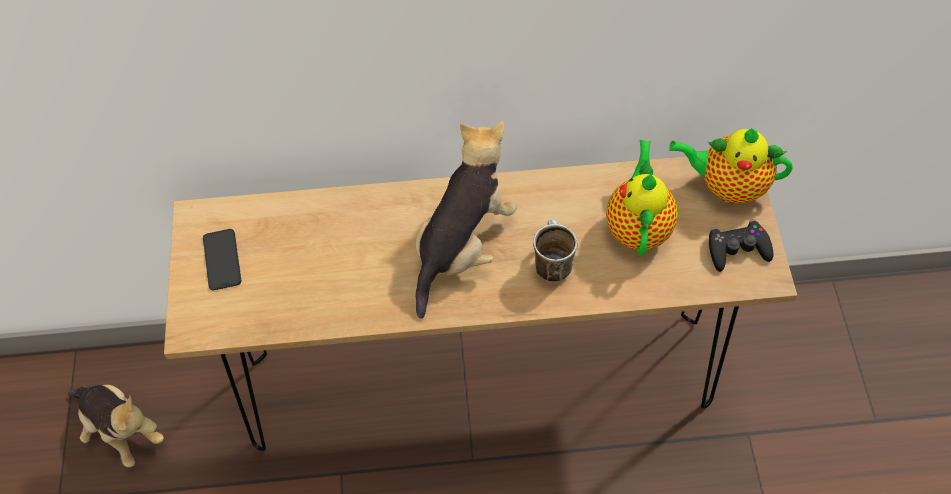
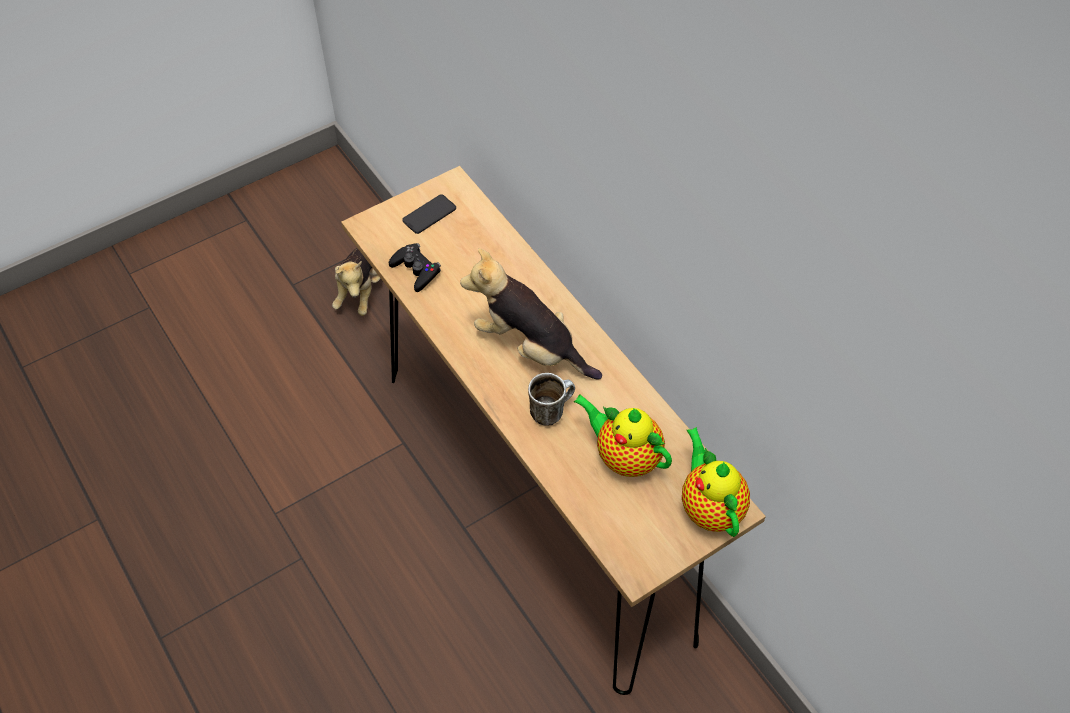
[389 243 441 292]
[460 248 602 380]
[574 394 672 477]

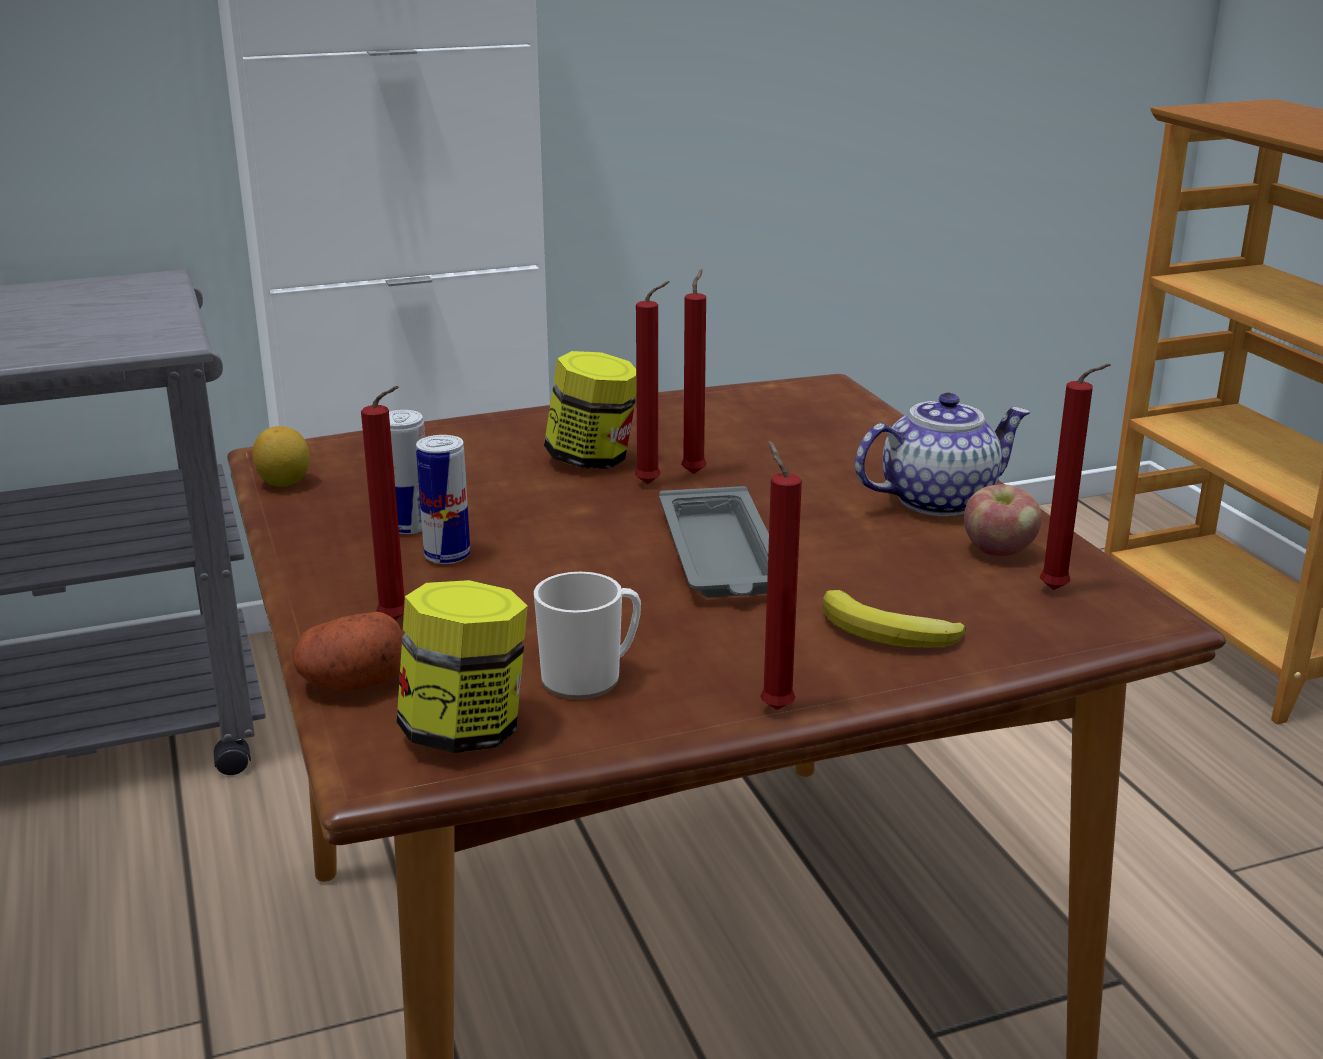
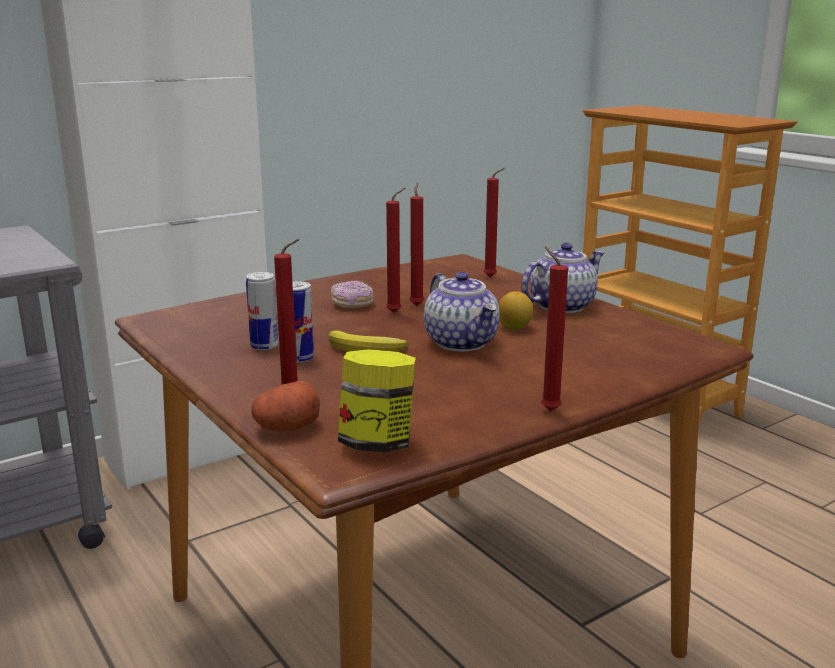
[534 572 641 699] (first image)
[964 484 1042 557] (first image)
[498 291 533 330]
[329 330 407 352]
[483 168 505 277]
[331 280 374 308]
[424 272 500 351]

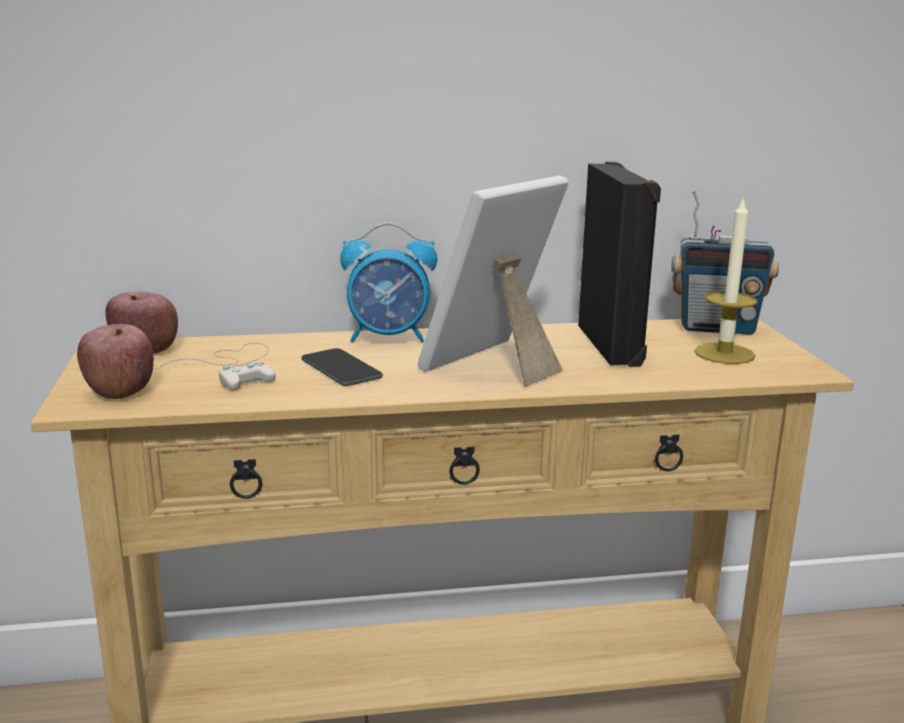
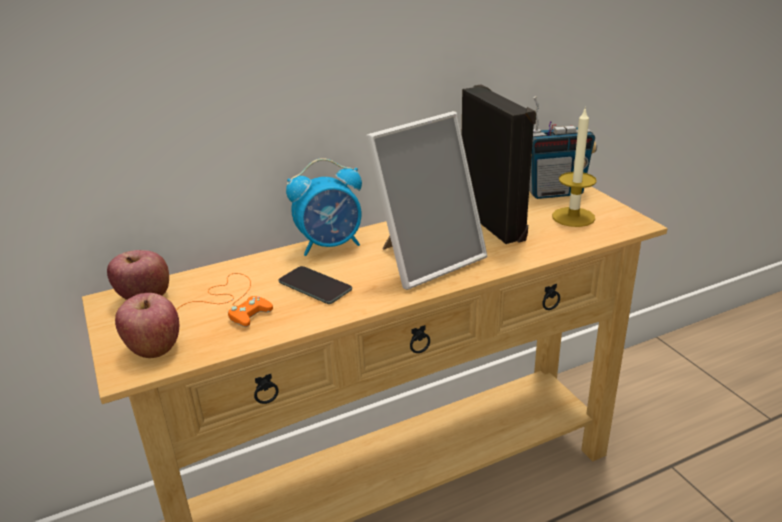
[176 273 273 327]
[366 111 487 290]

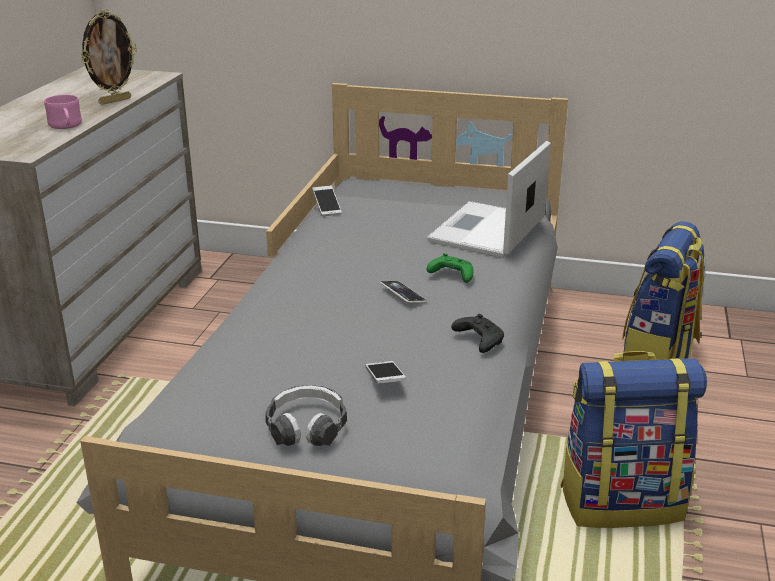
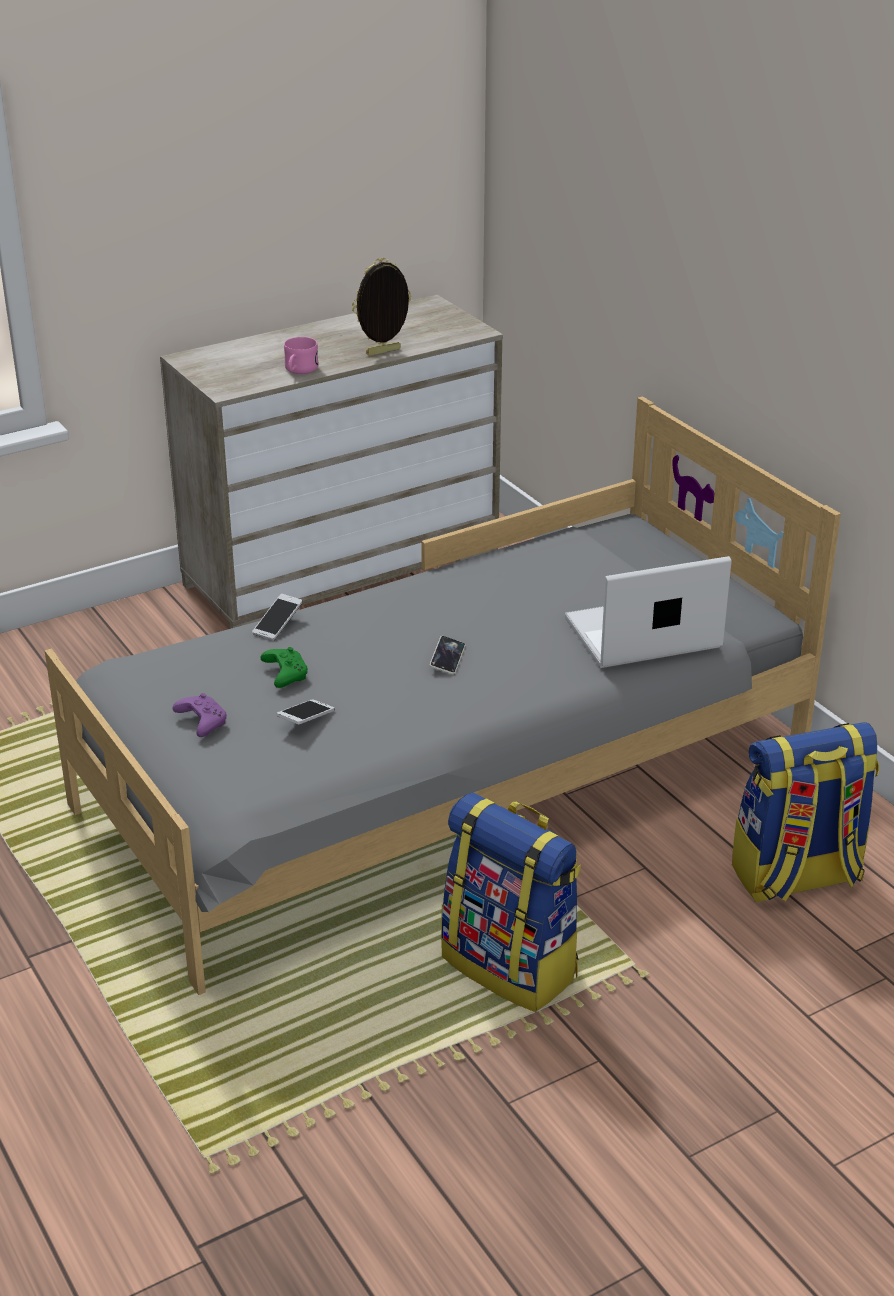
[451 314 504 353] (first image)
[252 594 303 641]
[261 647 308 688]
[173 693 227 737]
[352 258 411 356]

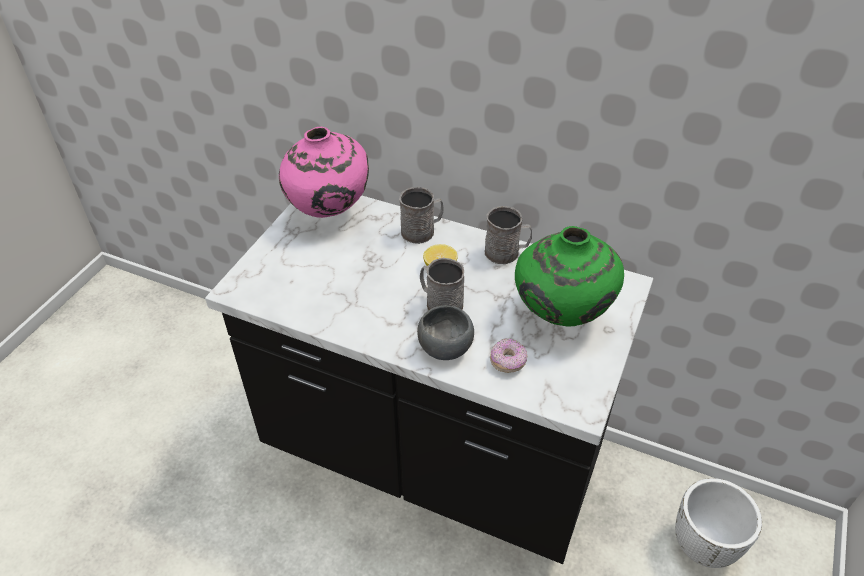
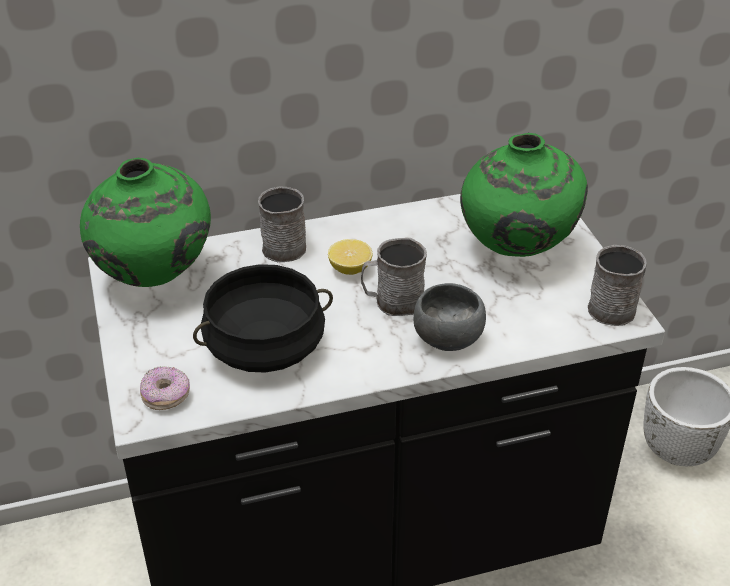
[193 264 333 373]
[588 245 647 326]
[140 366 190 410]
[80 158 211 287]

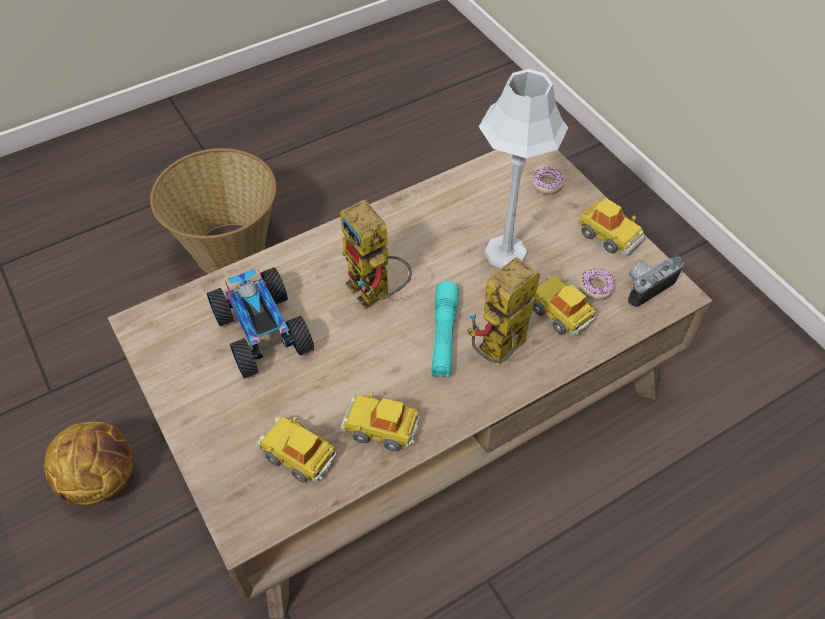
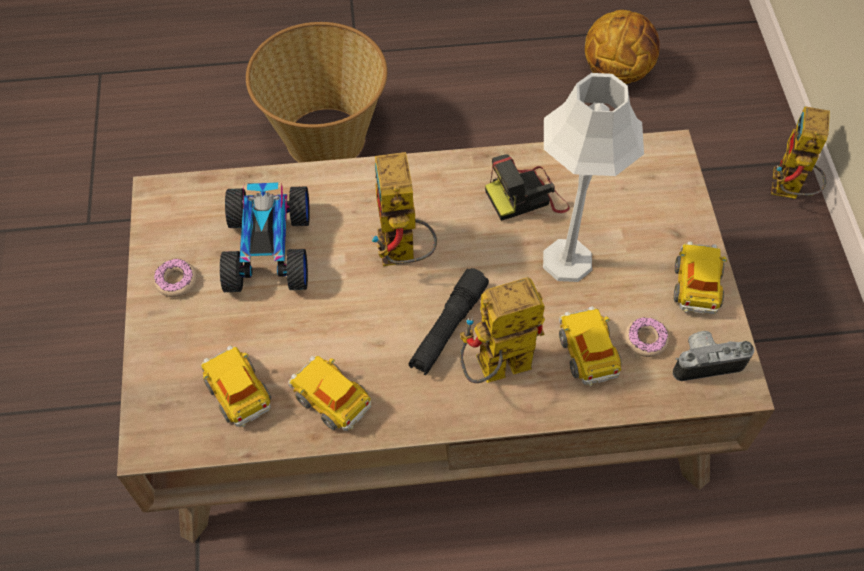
[485 154 570 221]
[771 106 830 199]
[585 10 660 84]
[154 259 197 297]
[408 268 489 375]
[674 241 727 314]

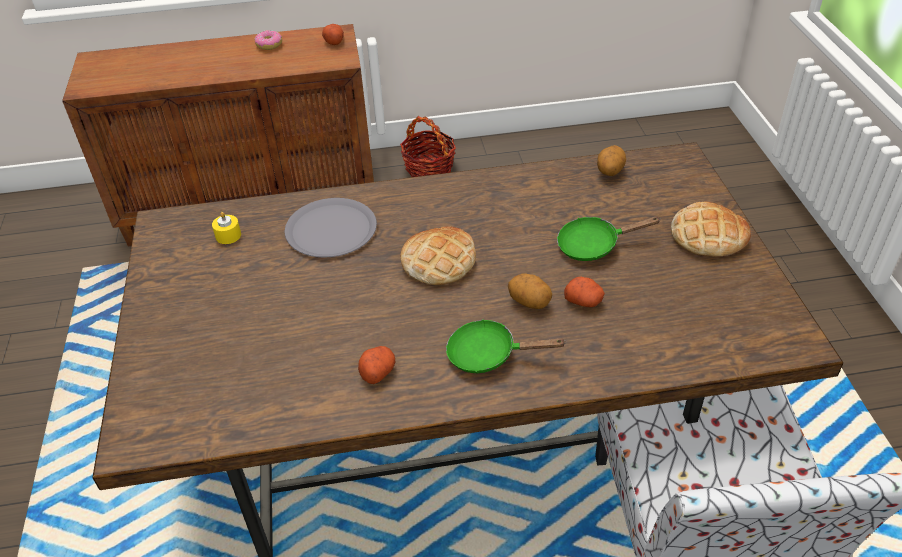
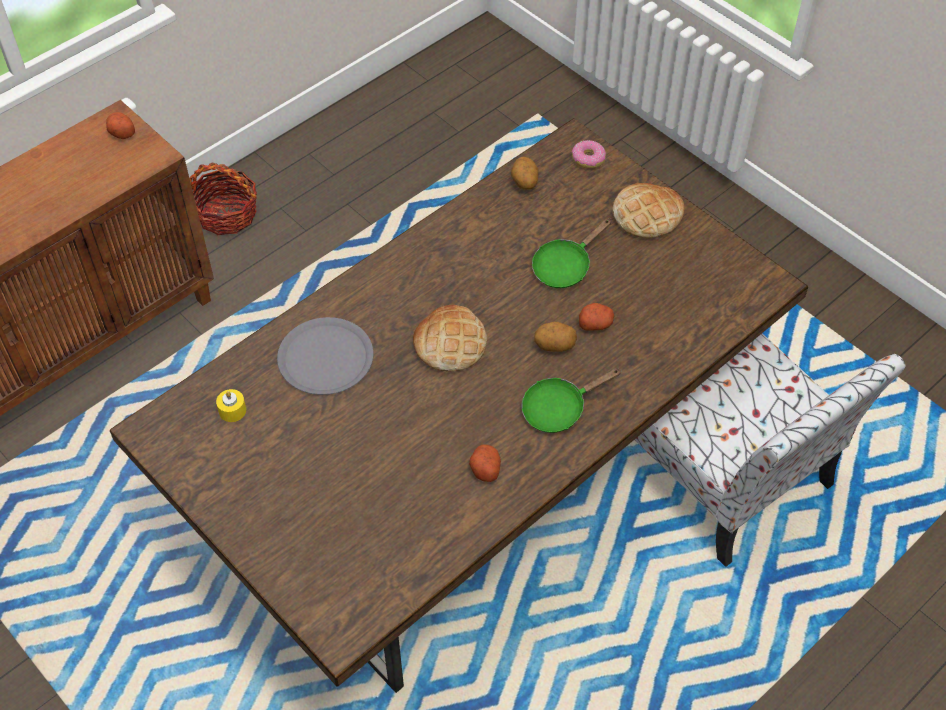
[572 140 606 169]

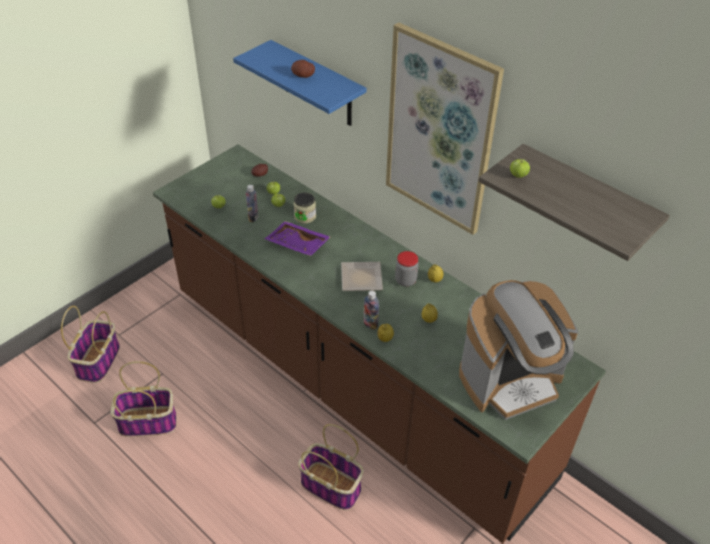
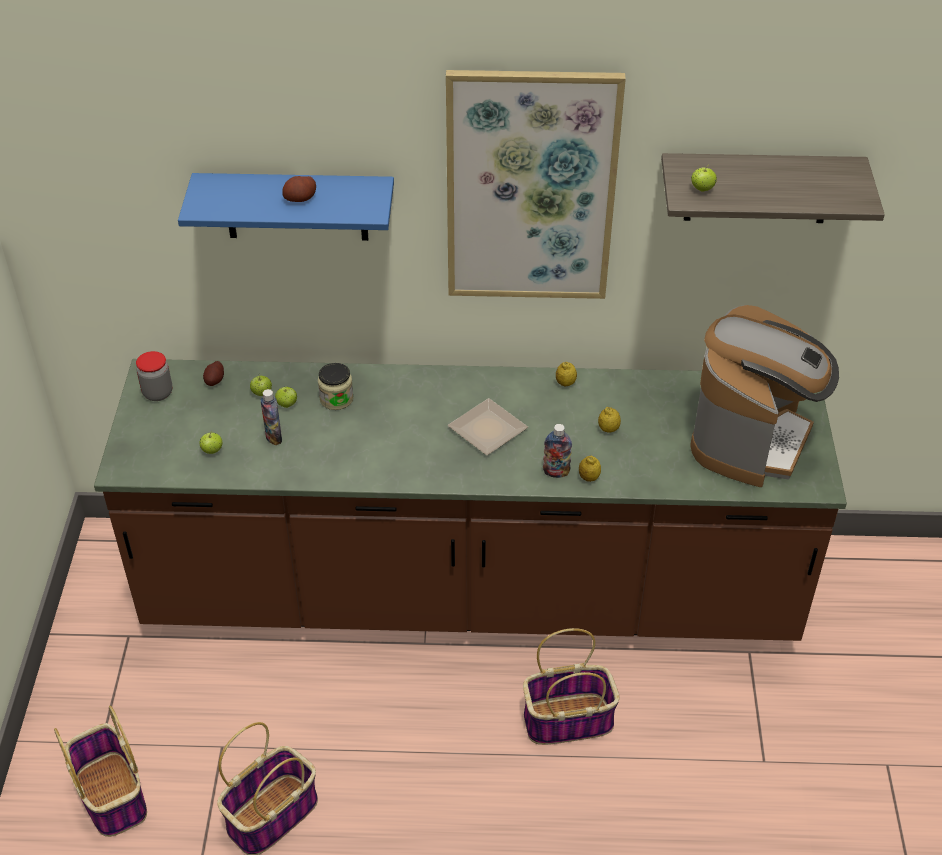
[265 221 330 256] (first image)
[136 351 172 401]

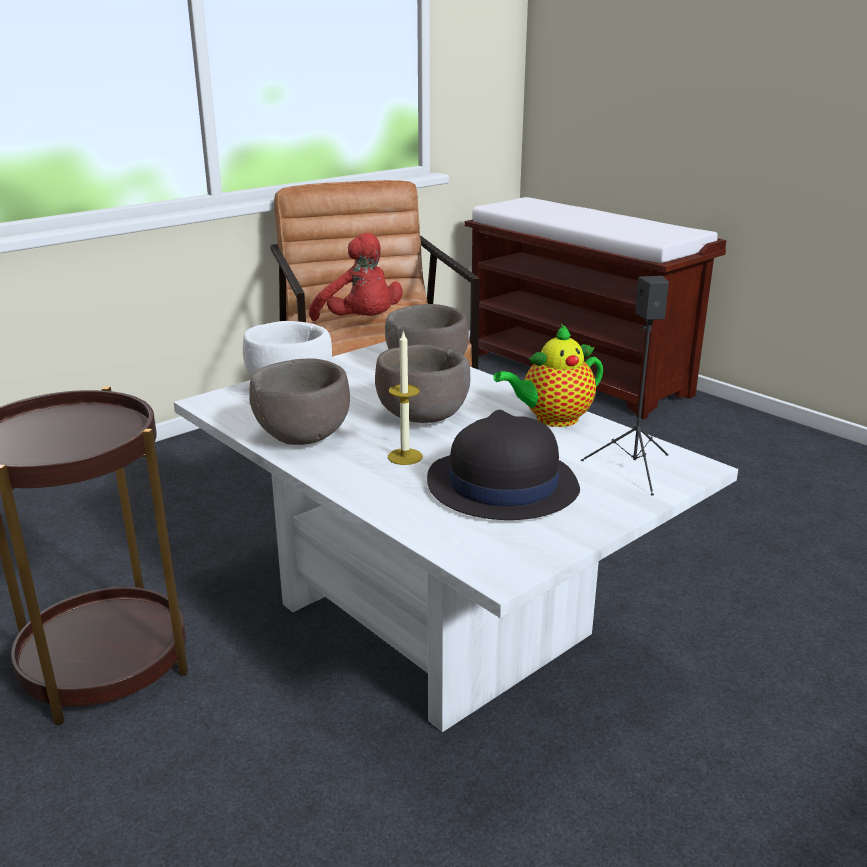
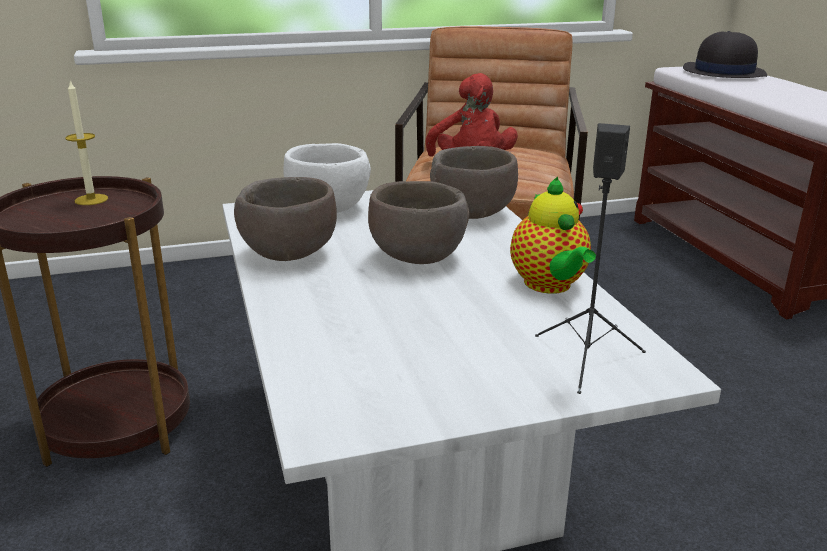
[65 81 108 205]
[683 31 767 78]
[510 176 596 294]

